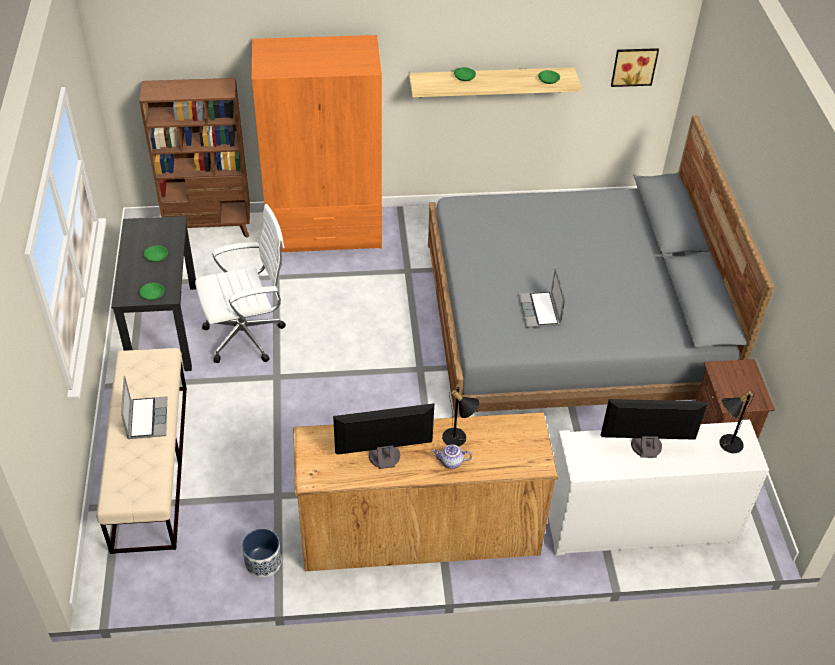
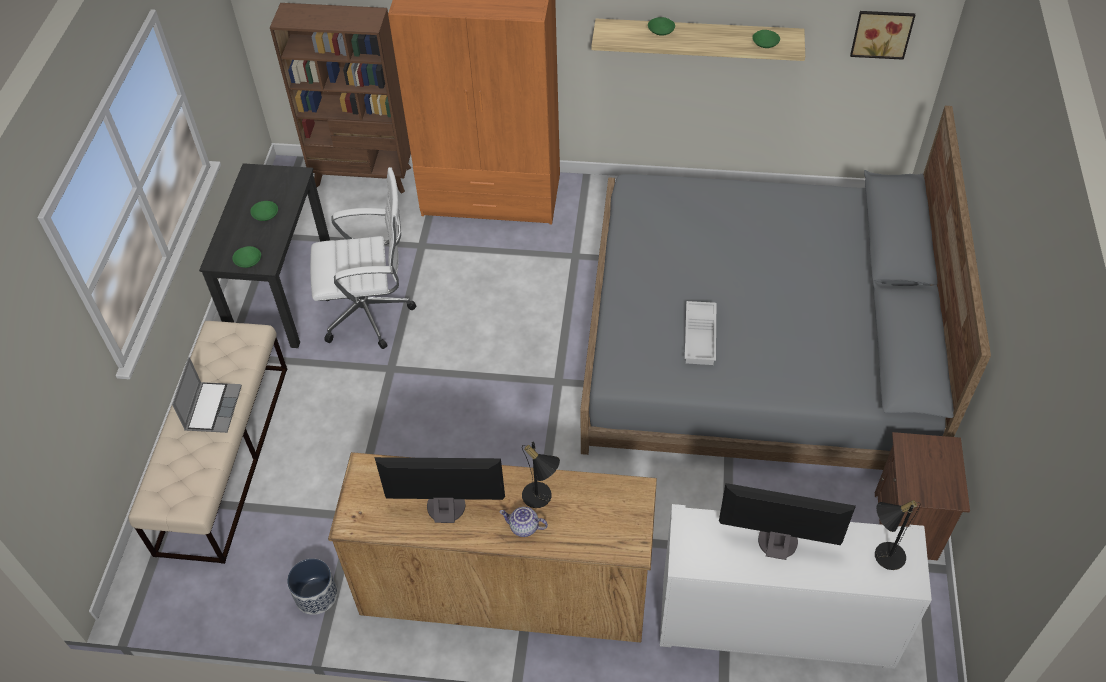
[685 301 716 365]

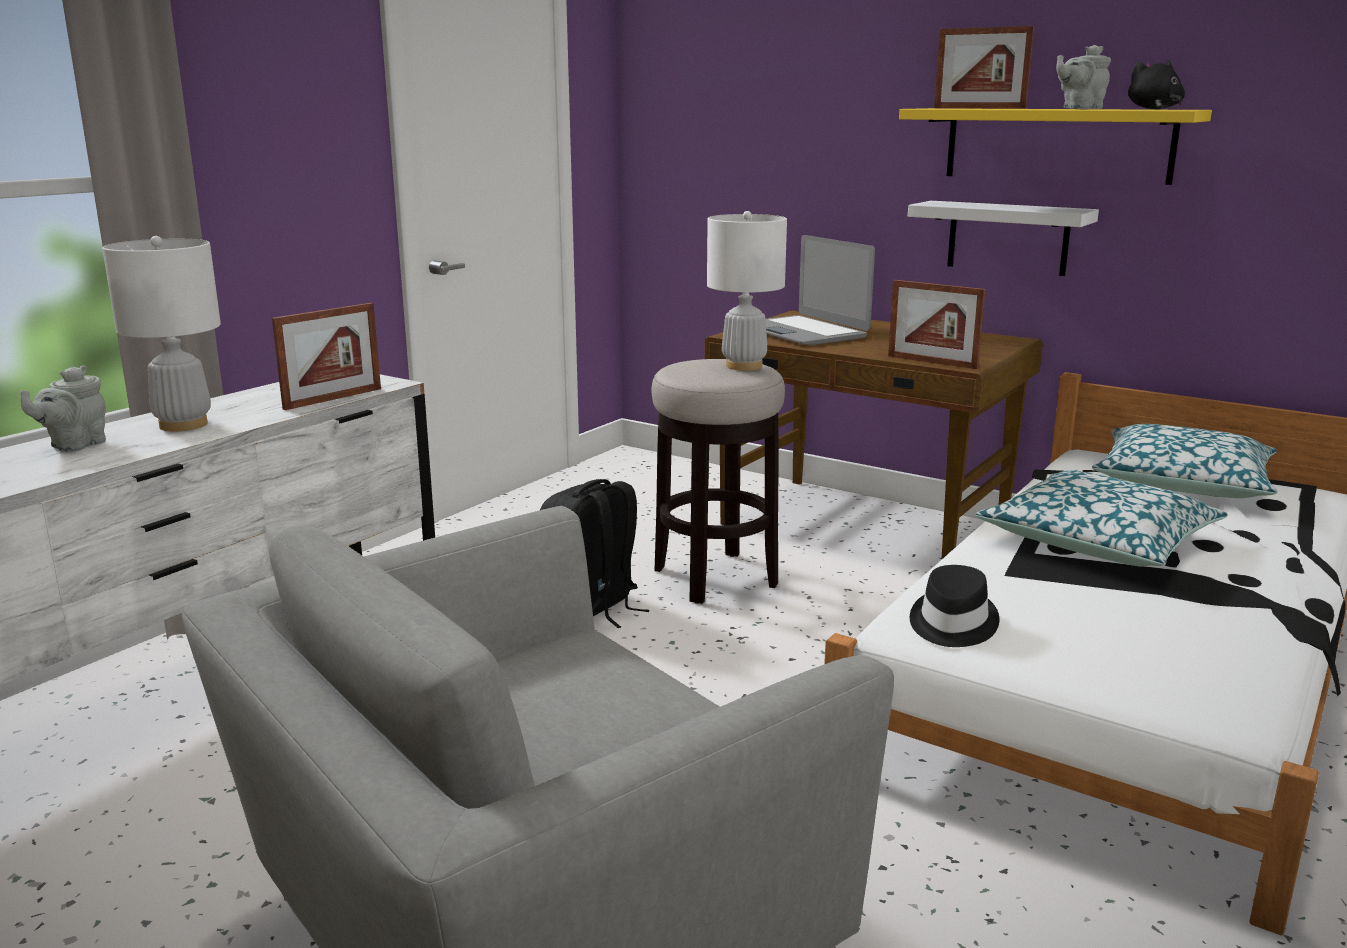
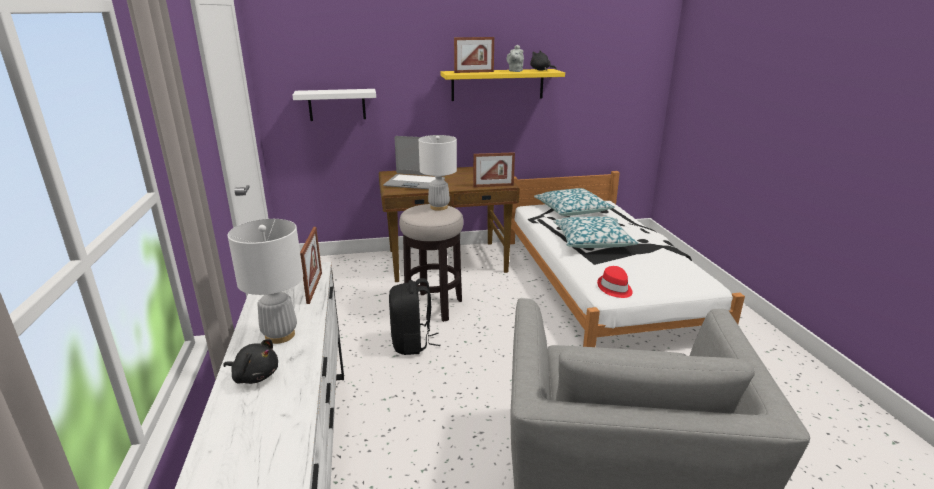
[292 89 376 121]
[223 339 278 384]
[597 266 633 298]

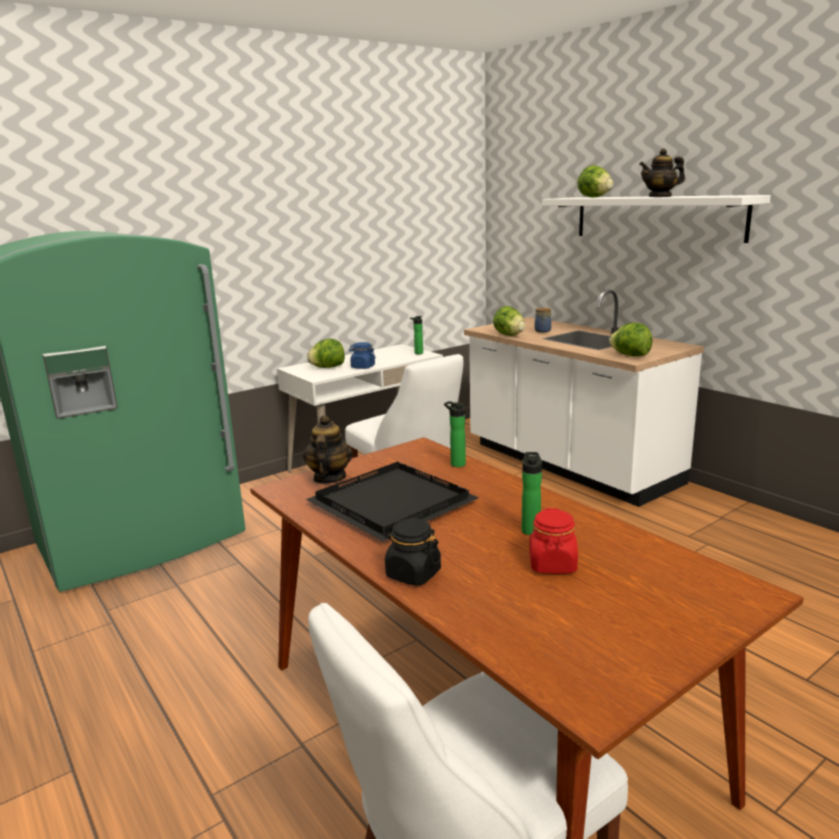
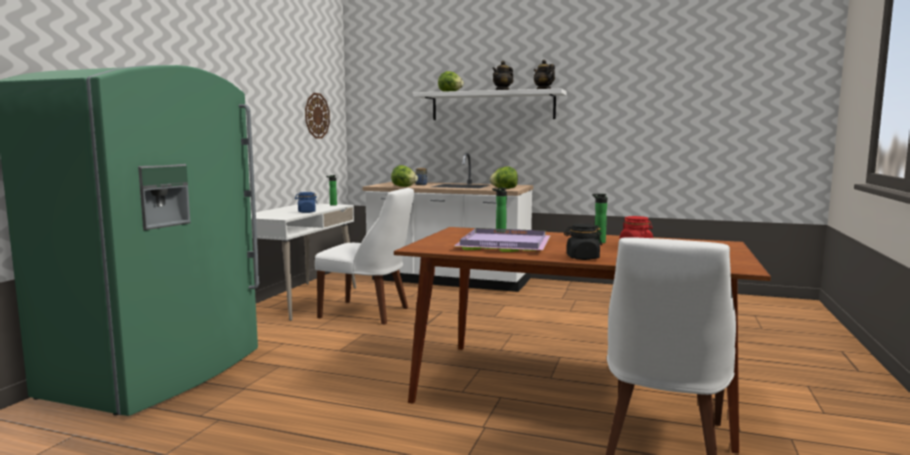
[307 339 345 368] (first image)
[305 93 330 138]
[534 60 555 89]
[454 228 551 252]

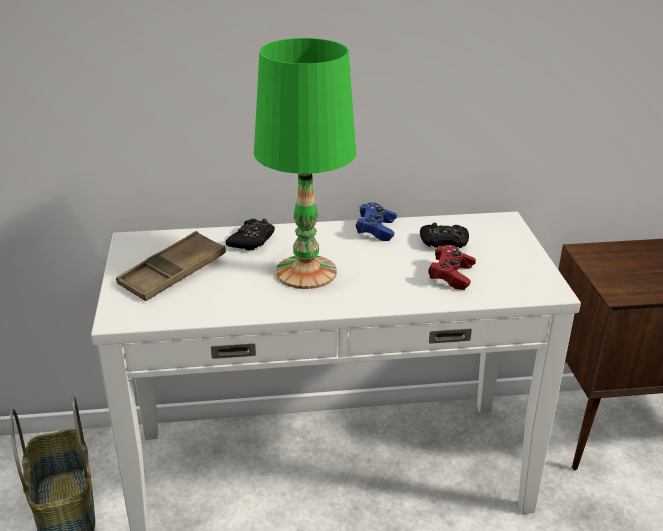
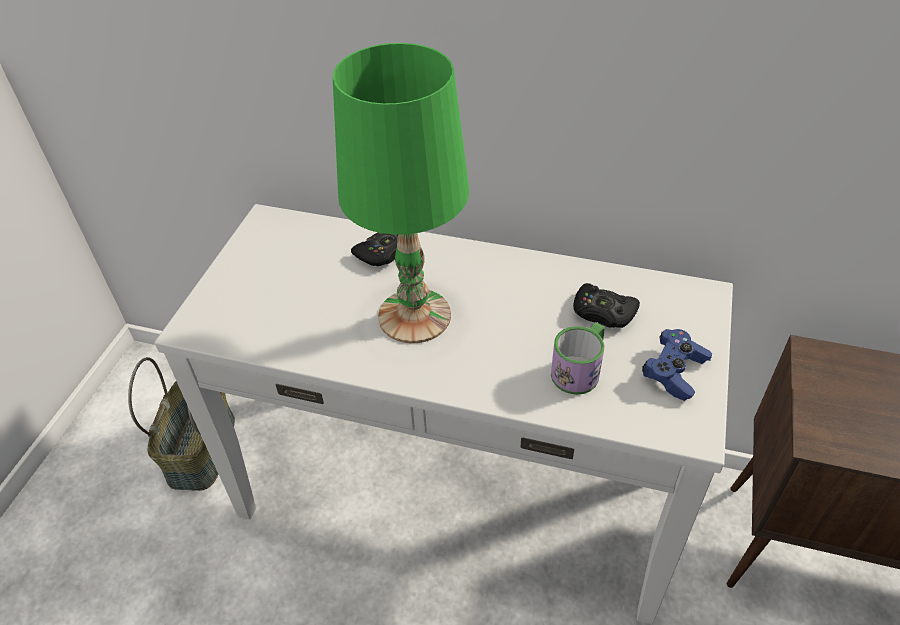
[116 231 226 301] (first image)
[642 329 712 401]
[551 322 605 395]

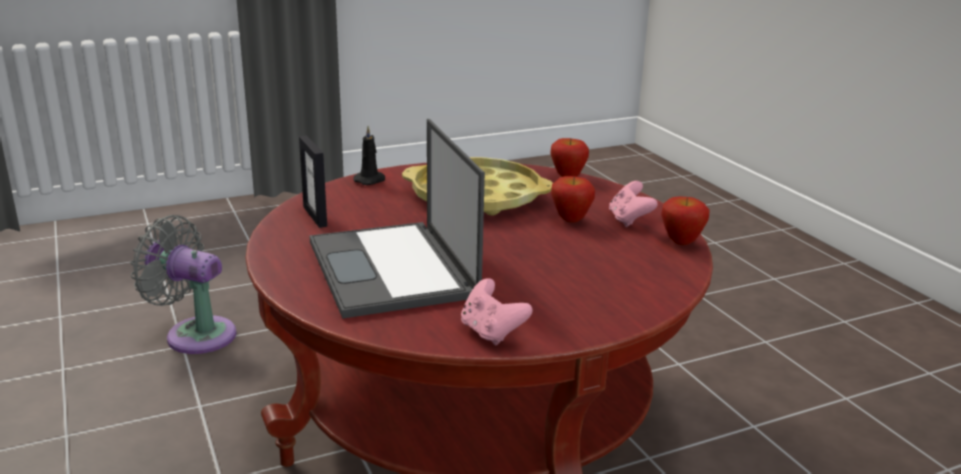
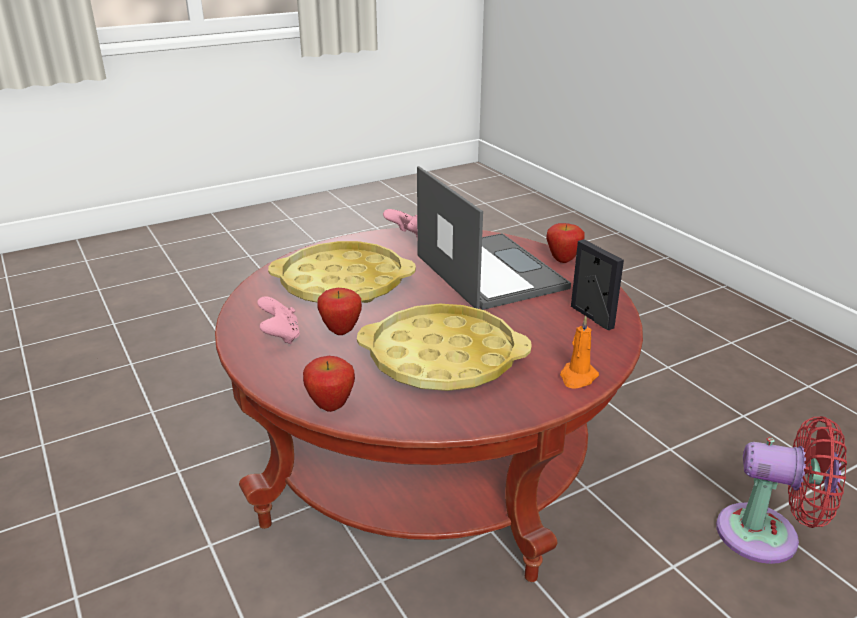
[268 241 416 303]
[546 223 585 263]
[716 416 847 564]
[560 316 599 389]

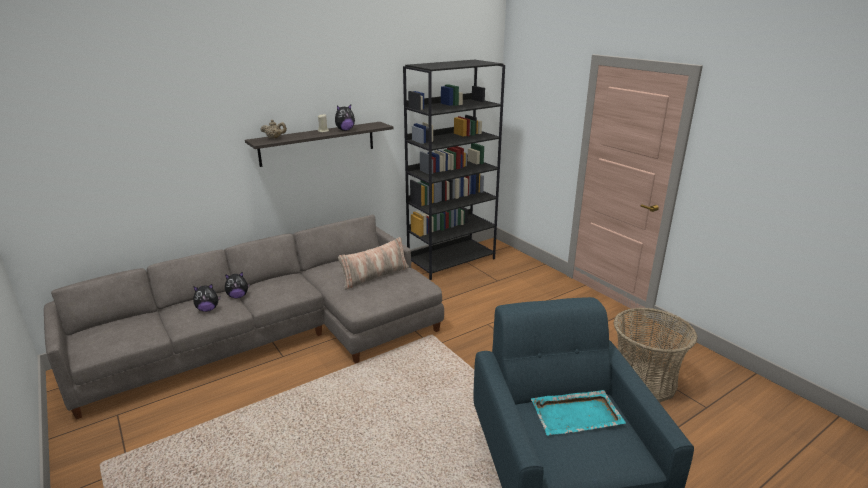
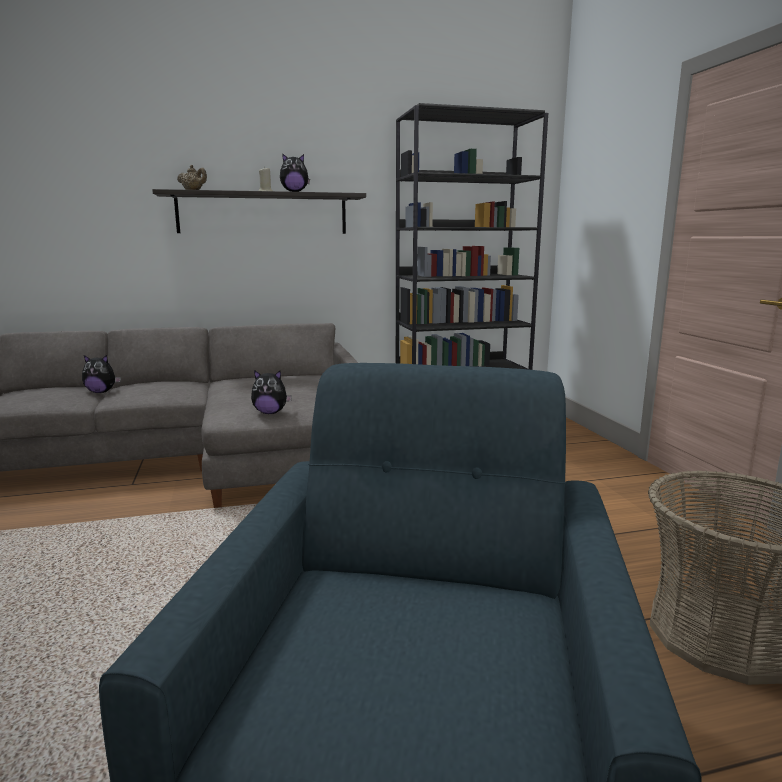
[338 237 409 290] (first image)
[531 390 626 436] (first image)
[251 370 292 414]

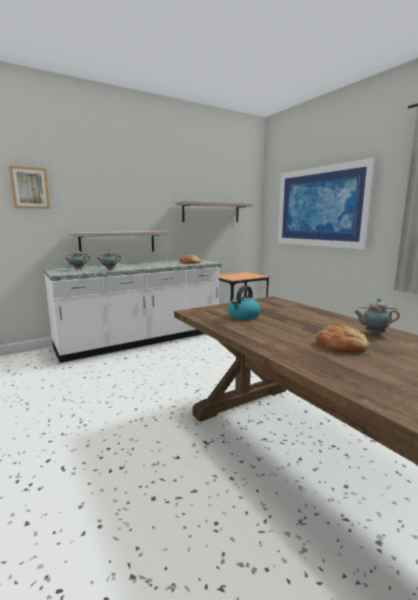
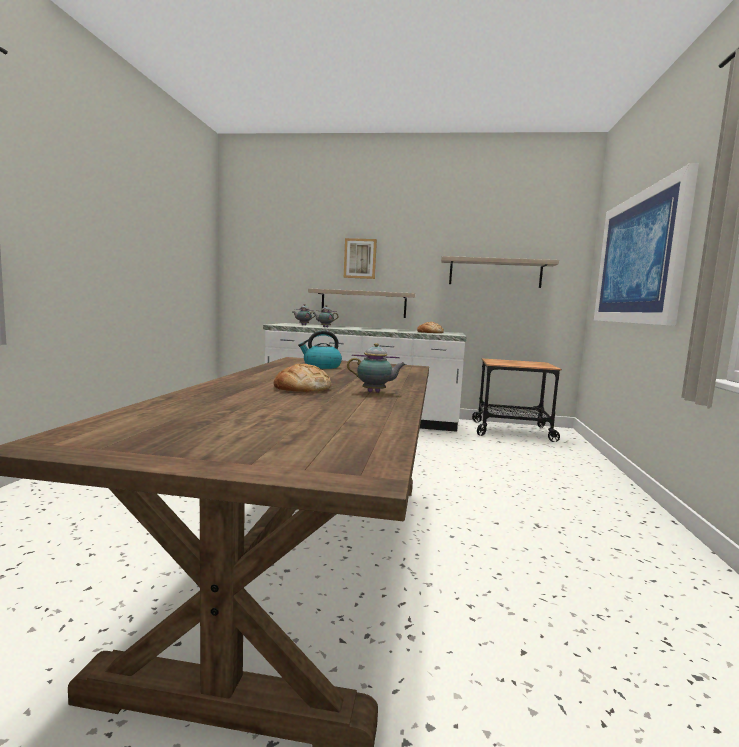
[344 238 377 279]
[347 343 406 393]

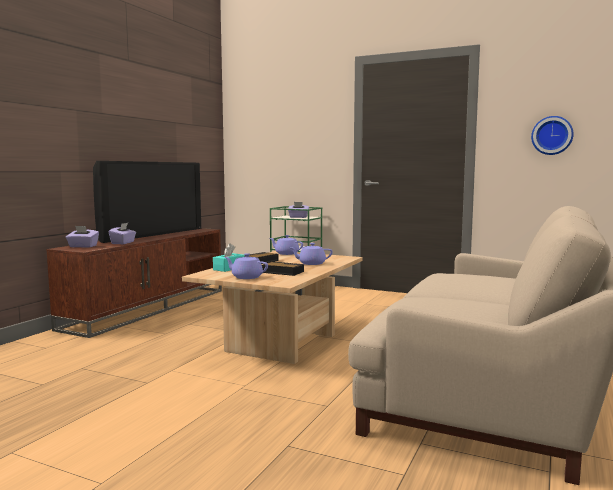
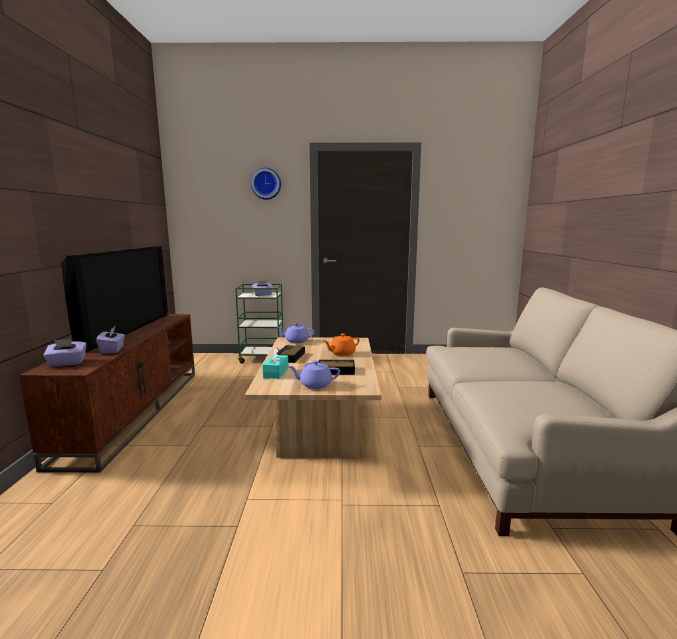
[251 168 281 200]
[324 334 360 356]

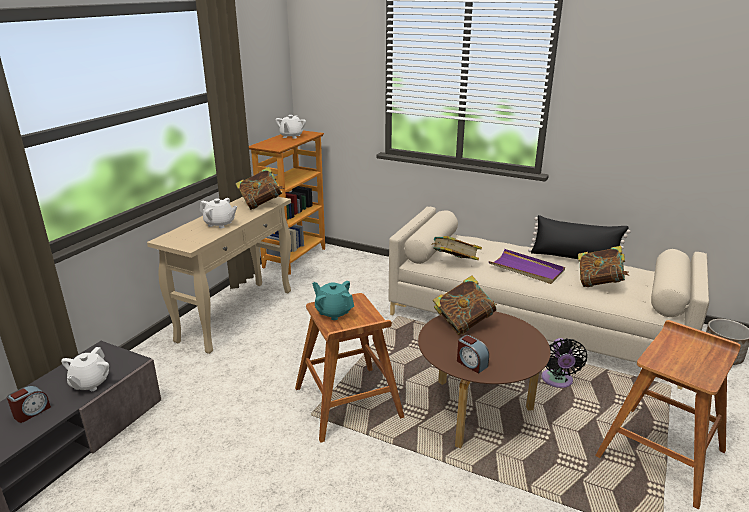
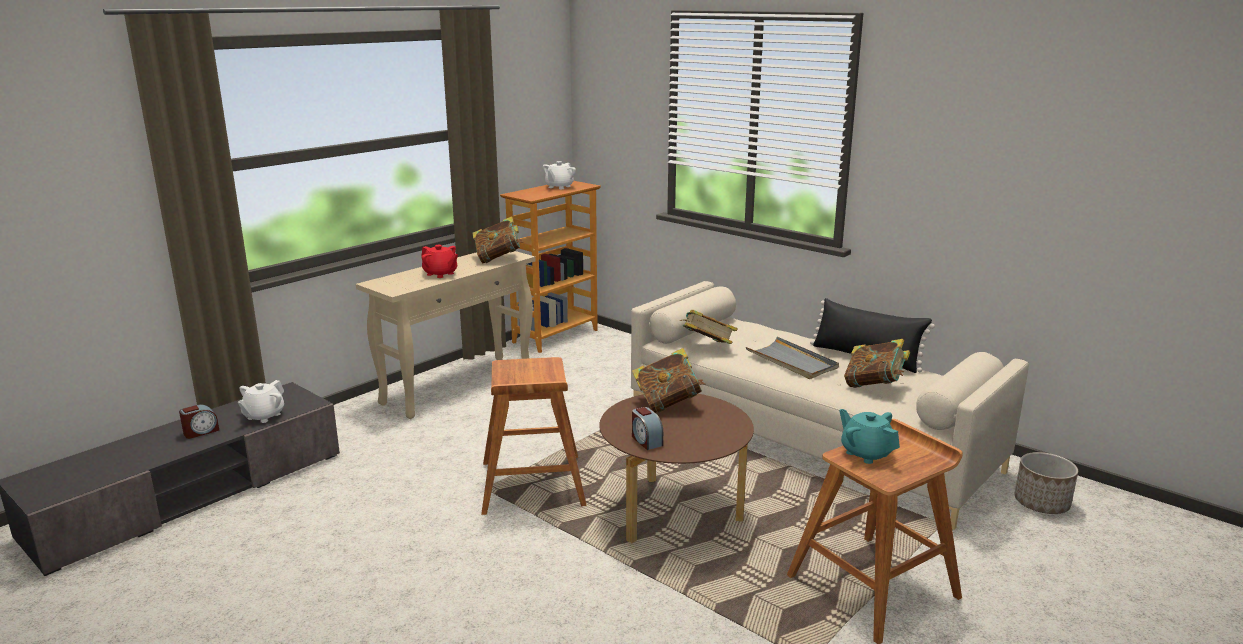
[541 338 587 388] (first image)
[839 409 900 464]
[421 245 458 278]
[746 337 839 379]

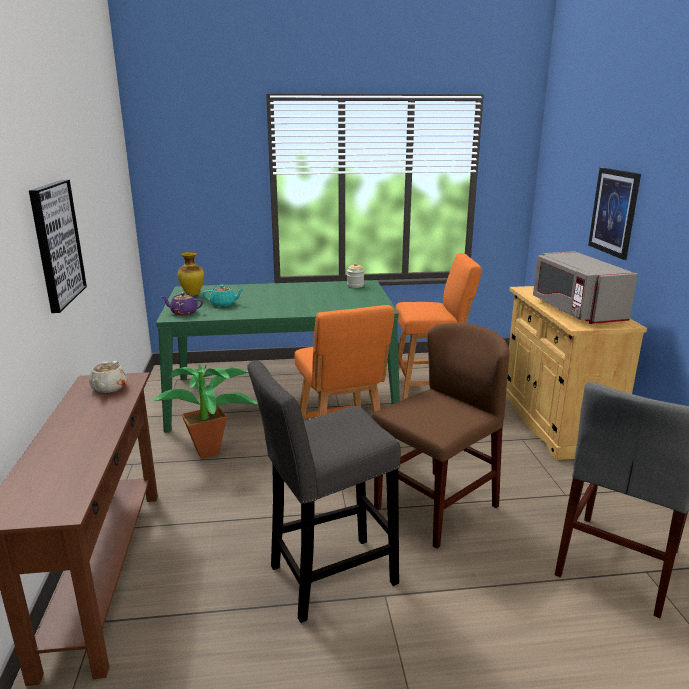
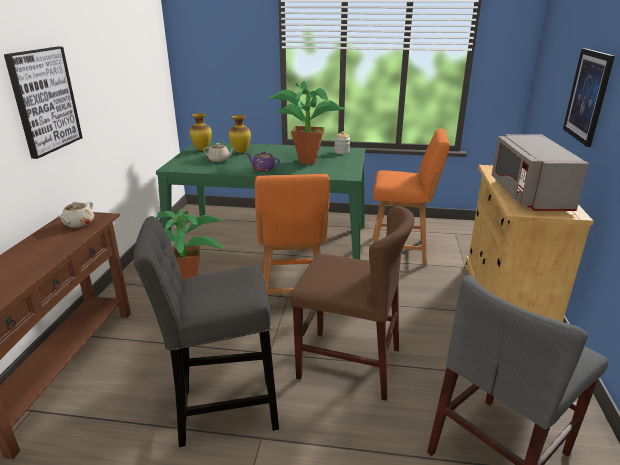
[229 115 251 153]
[268 81 346 164]
[246 151 280 171]
[203 143 235 162]
[290 206 415 401]

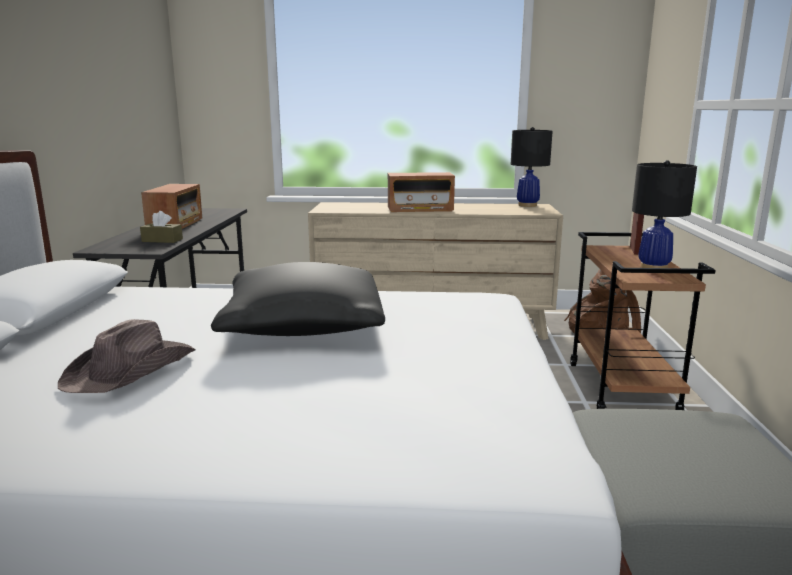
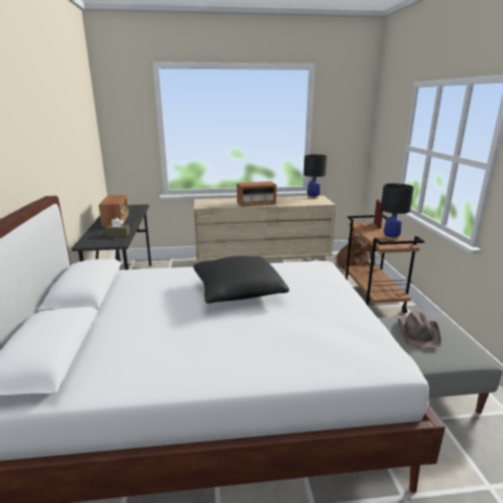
[398 312 441 348]

